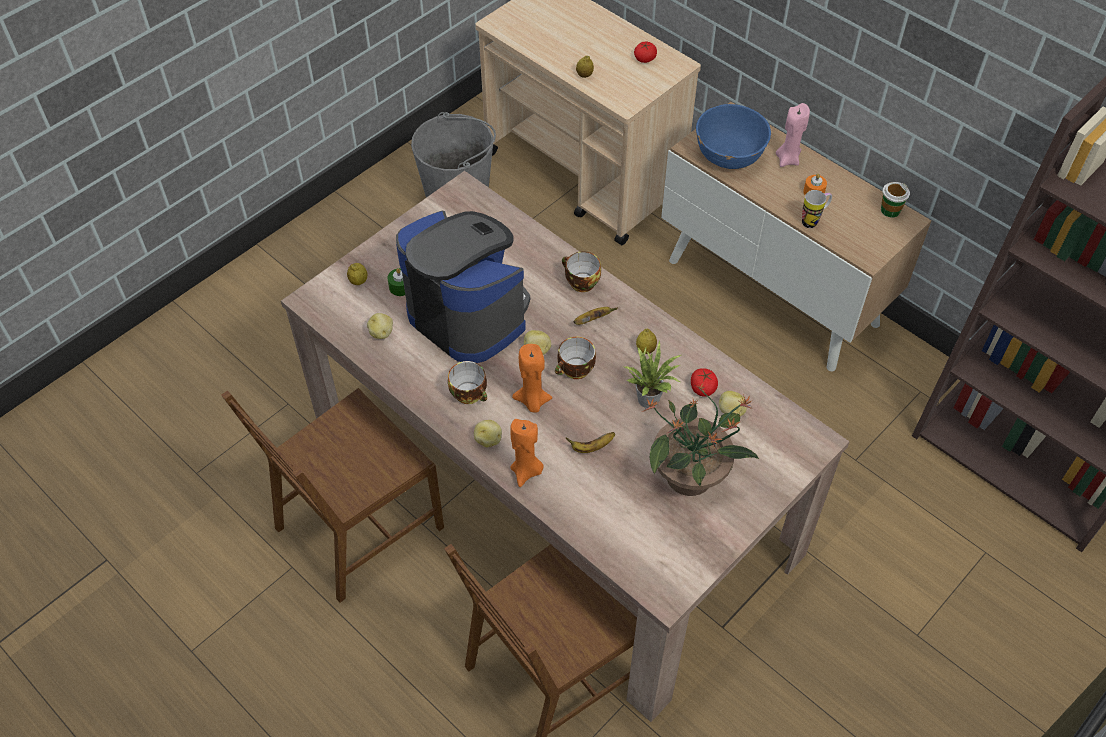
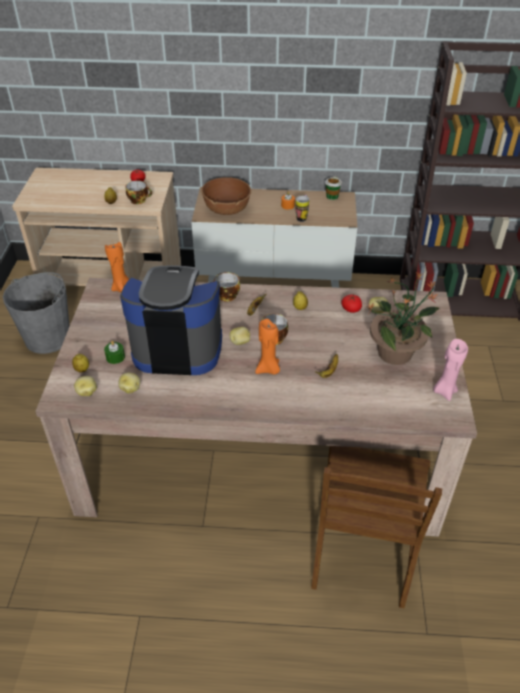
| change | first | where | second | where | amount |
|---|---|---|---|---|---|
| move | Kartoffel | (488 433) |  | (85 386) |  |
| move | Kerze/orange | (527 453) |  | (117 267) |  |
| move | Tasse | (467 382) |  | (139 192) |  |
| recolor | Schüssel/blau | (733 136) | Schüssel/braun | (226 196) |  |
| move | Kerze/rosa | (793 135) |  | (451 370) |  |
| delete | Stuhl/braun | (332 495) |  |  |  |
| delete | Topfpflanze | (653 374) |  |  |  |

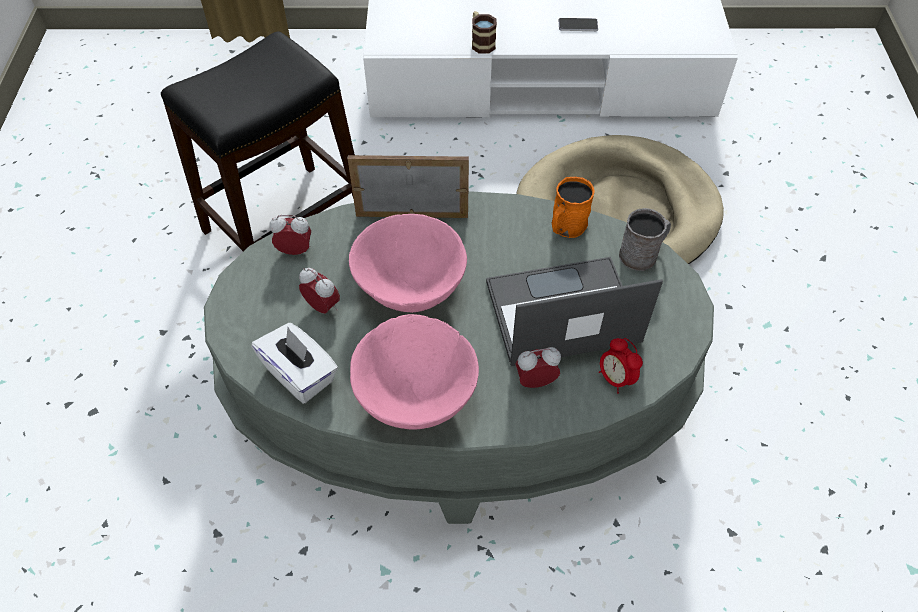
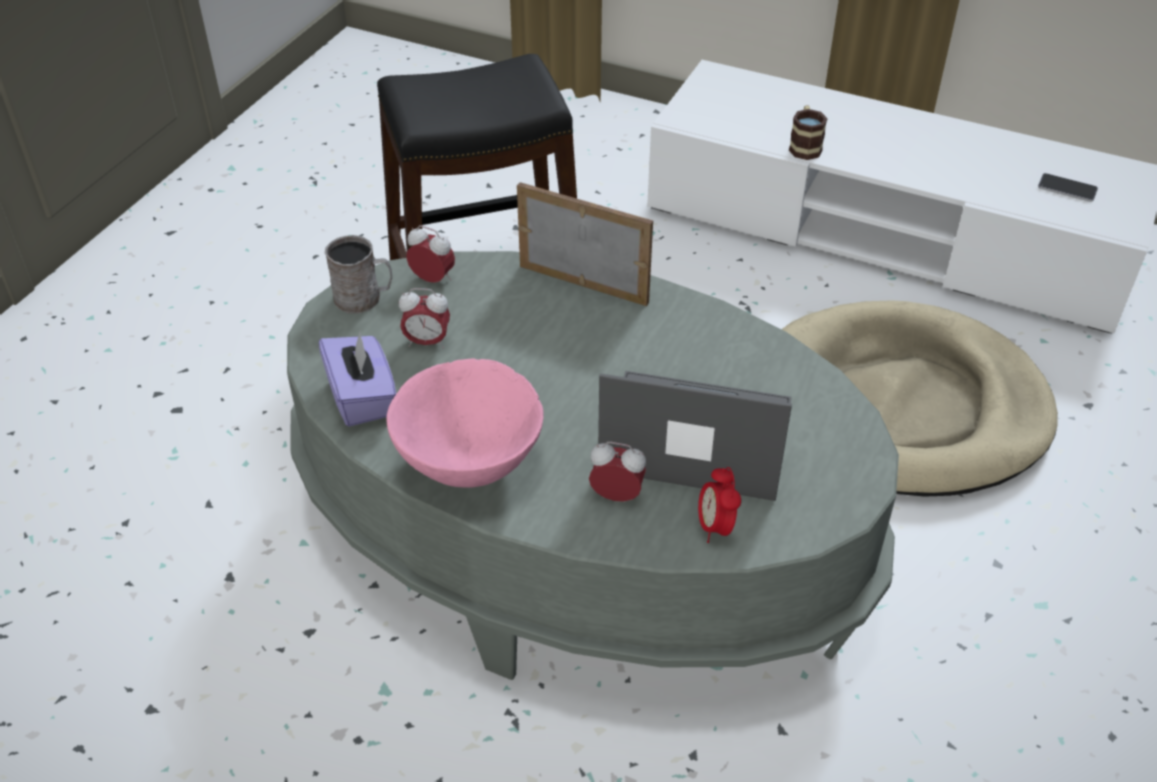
| change | first | where | second | where | amount |
|---|---|---|---|---|---|
| recolor | Taschentuchbox/weiß | (294 363) | Taschentuchbox/lila | (357 379) |  |
| move | Henkelbecher/grau | (645 239) |  | (358 274) |  |
| rotate | Wecker | (319 291) |  | (424 318) | 120 degrees clockwise |
| move | Handy | (578 24) |  | (1068 187) |  |
| delete | Schüssel/rosa | (408 263) |  |  |  |
| delete | Henkelbecher/orange | (573 207) |  |  |  |

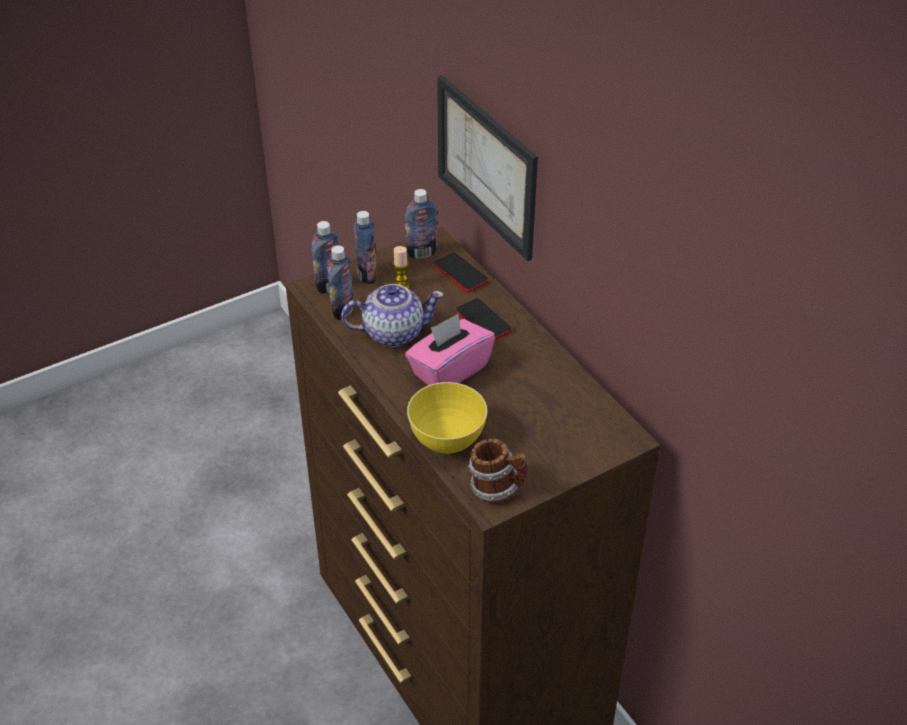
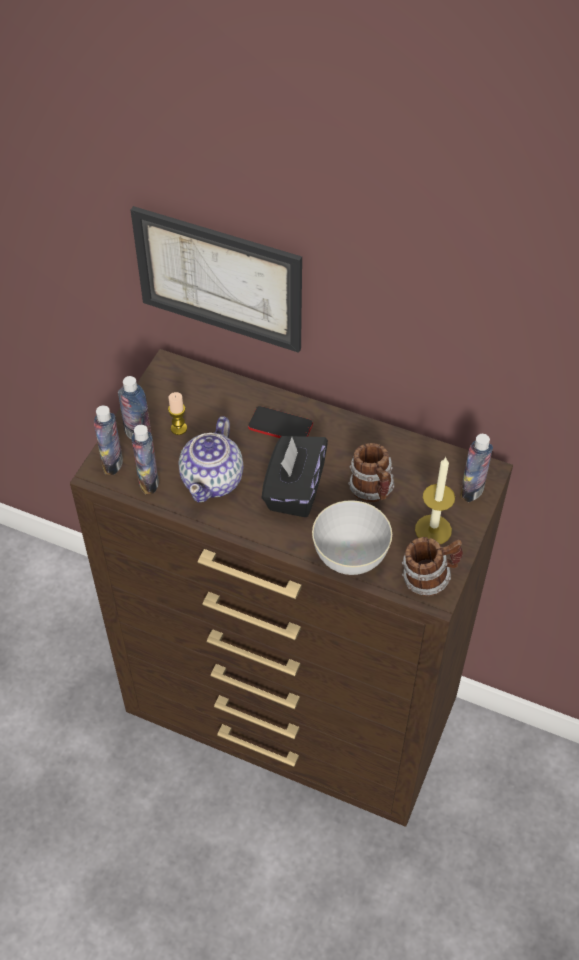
| change | first | where | second | where | amount |
|---|---|---|---|---|---|
| rotate | Teekanne | (392 315) |  | (211 459) | 150 degrees clockwise |
| recolor | Taschentuchbox/rosa | (450 349) | Taschentuchbox/schwarz | (295 476) |  |
| recolor | Schüssel/gelb | (447 418) | Schüssel/grau | (352 537) |  |
| insert |  |  | Henkelbecher | (371 472) |  |
| insert |  |  | Kerze | (435 500) |  |
| move | Flasche | (421 224) |  | (476 468) |  |
| delete | Handy | (461 272) |  |  |  |

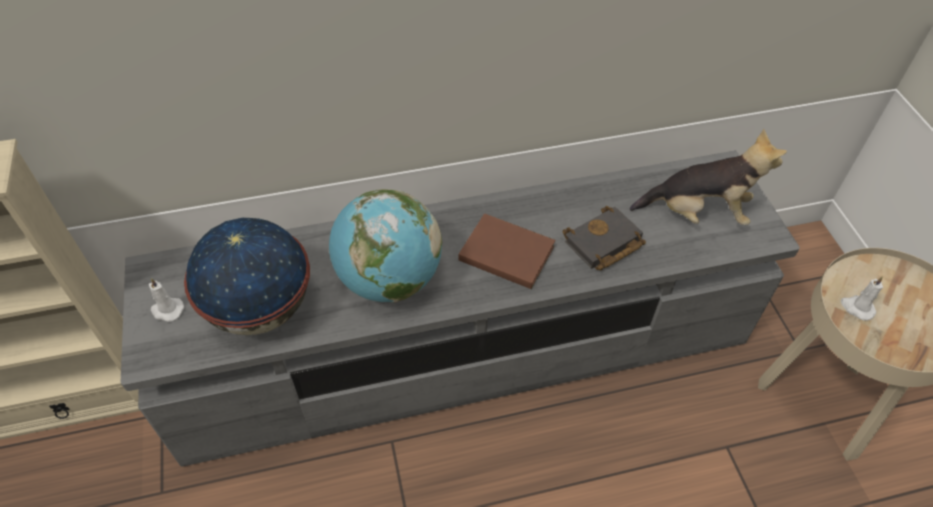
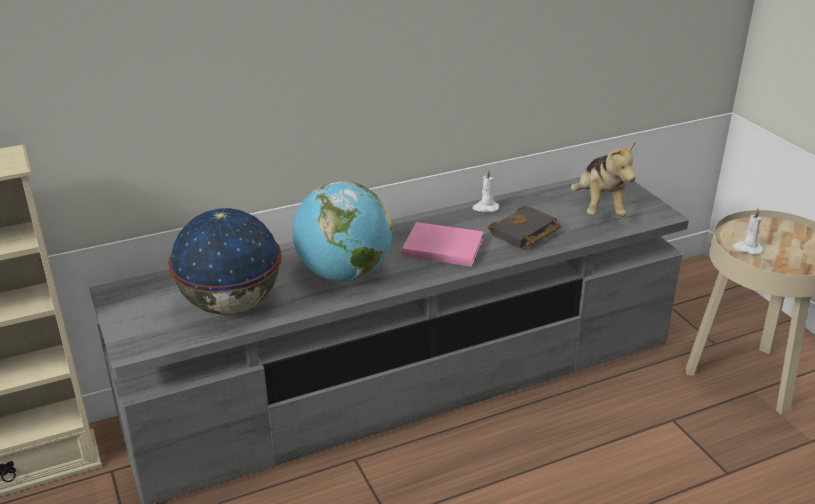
| change | first | where | second | where | amount |
|---|---|---|---|---|---|
| recolor | Buch/braun | (506 251) | Buch/rosa | (443 244) |  |
| move | Kerze/weiß | (166 300) |  | (485 190) |  |
| rotate | Plüschtier | (708 177) |  | (603 179) | 90 degrees clockwise |

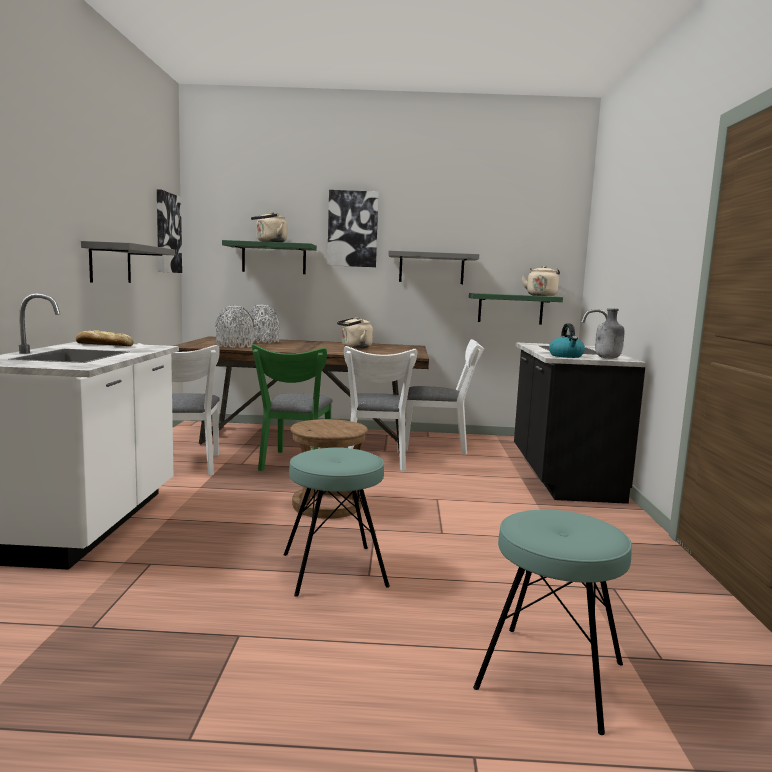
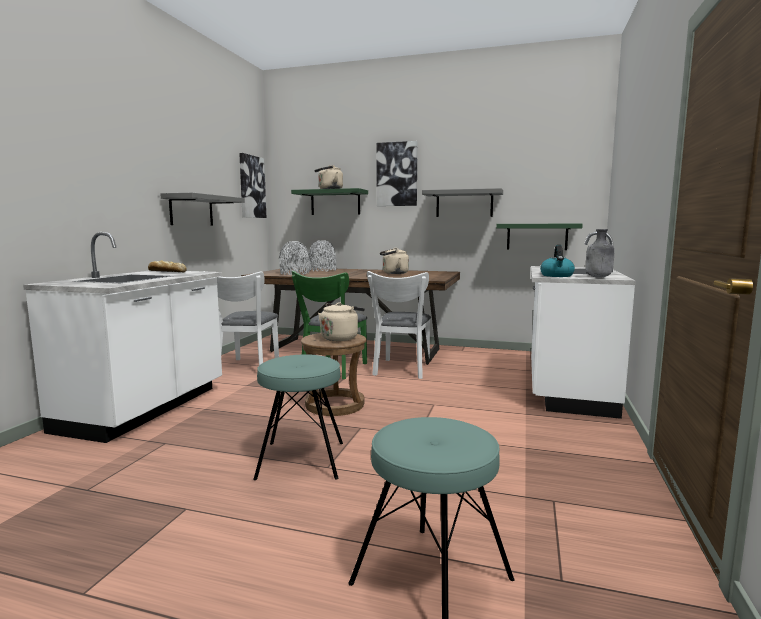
| change | first | where | second | where | amount |
|---|---|---|---|---|---|
| move | Wasserkessel/beige | (541 281) |  | (341 321) |  |
| recolor | Küchenzeile/schwarz | (580 406) | Küchenzeile/weiß | (583 325) |  |
| delete | Stuhl/weiß | (444 396) |  |  |  |

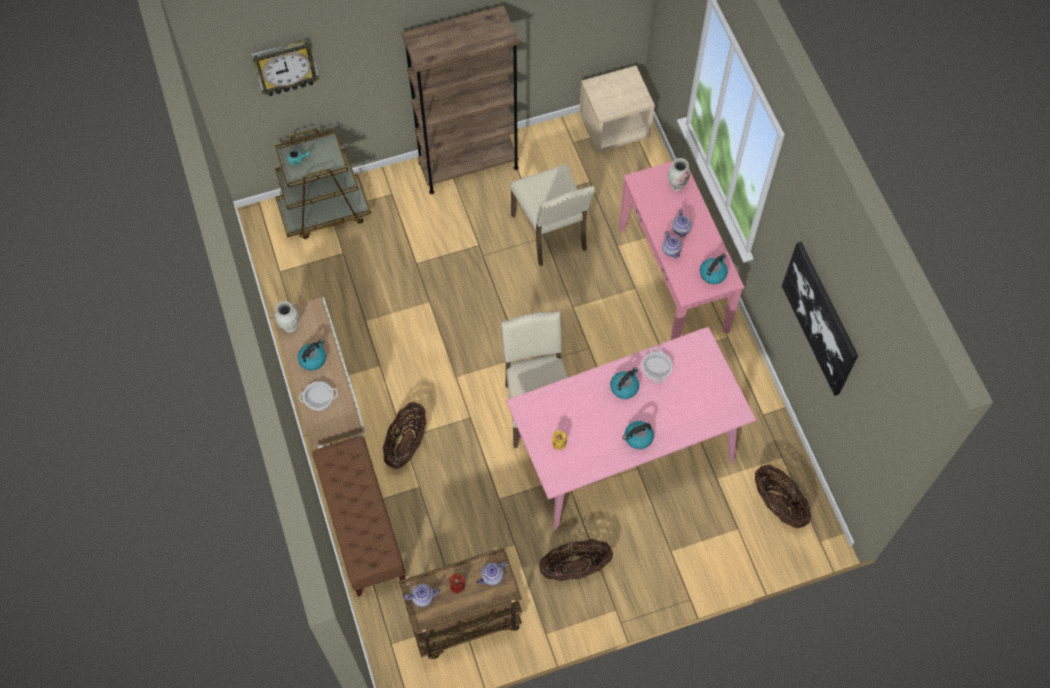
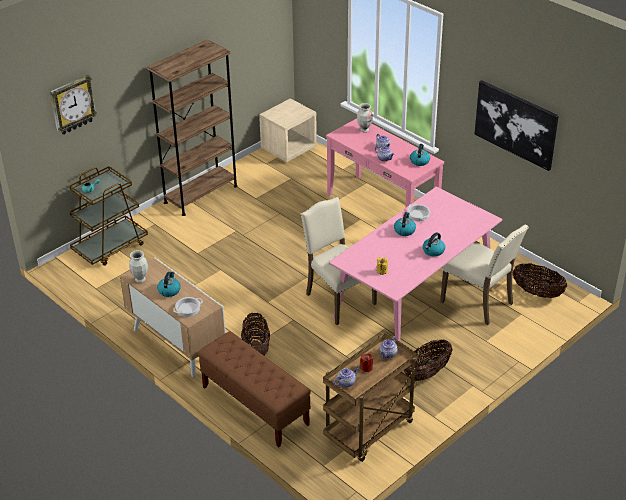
| change | first | where | second | where | amount |
|---|---|---|---|---|---|
| move | Stuhl/beige | (552 215) |  | (484 274) |  |

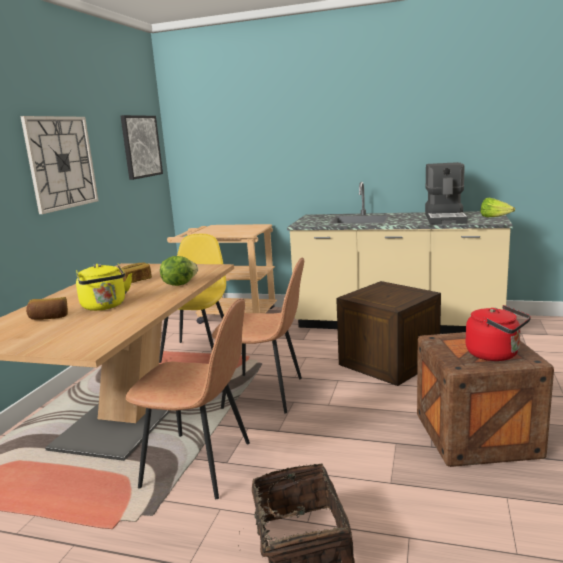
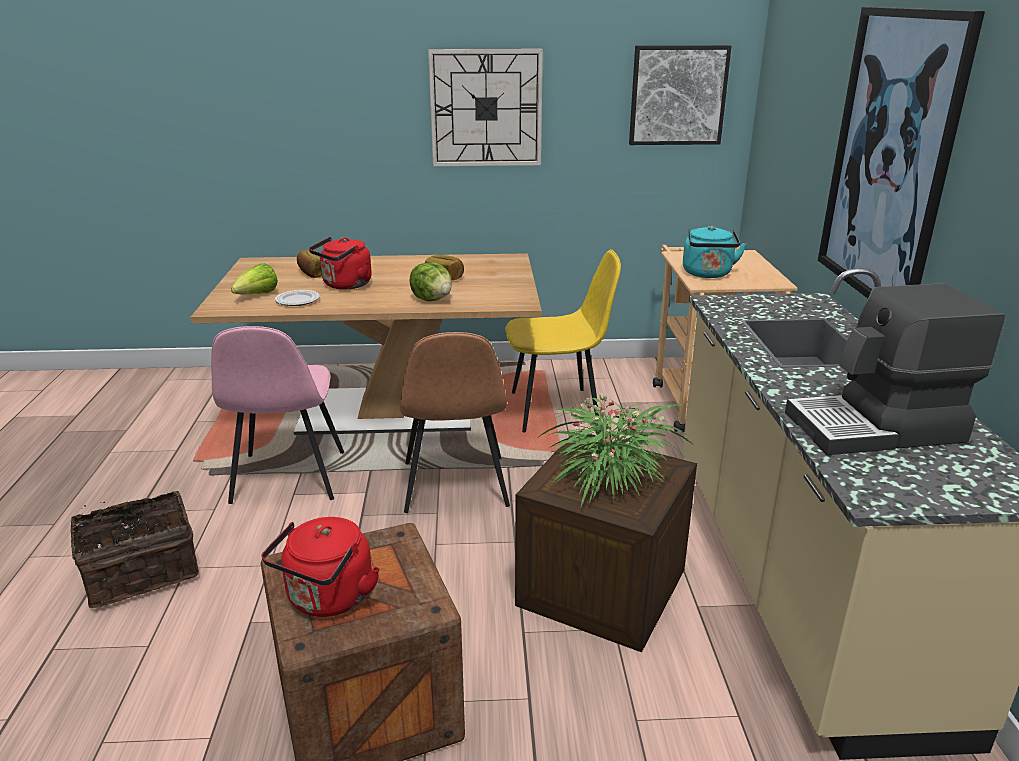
| change | first | where | second | where | amount |
|---|---|---|---|---|---|
| recolor | Stuhl/braun | (188 398) | Stuhl/rosa | (277 415) |  |
| move | Salatkopf | (498 207) |  | (254 279) |  |
| insert |  |  | Teller | (297 298) |  |
| recolor | Wasserkessel/gelb | (104 287) | Wasserkessel/rot | (340 263) |  |
| insert |  |  | Topfpflanze | (616 449) |  |
| insert |  |  | Wasserkessel/türkis | (715 252) |  |
| insert |  |  | Bild | (901 152) |  |

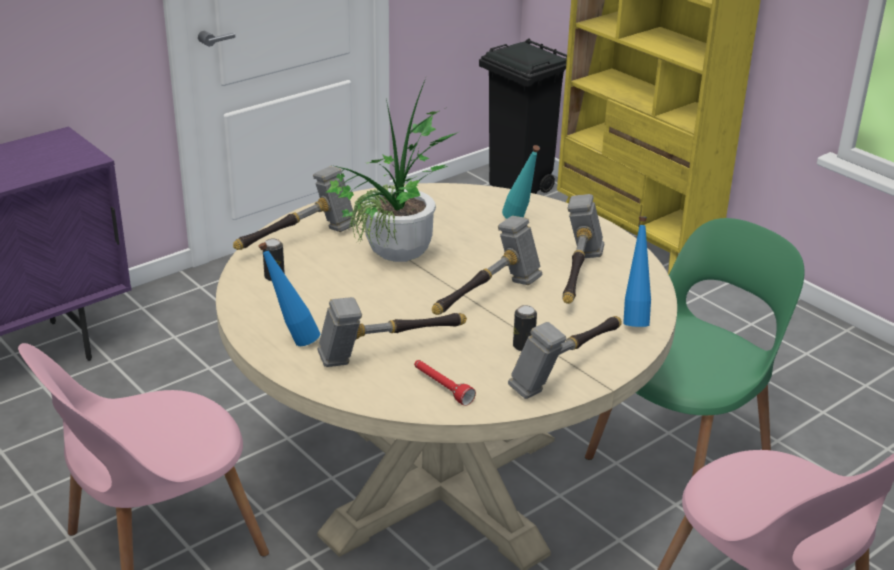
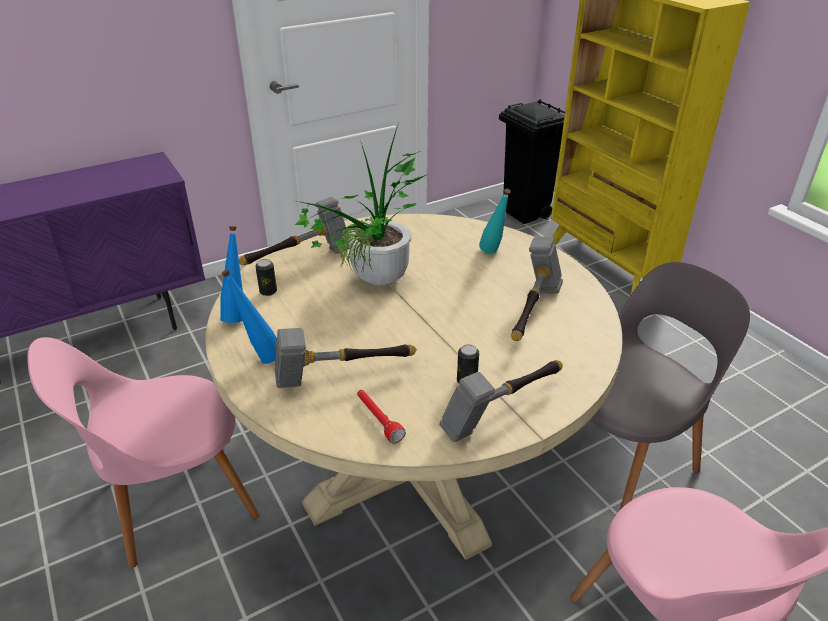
| change | first | where | second | where | amount |
|---|---|---|---|---|---|
| move | Flasche/blau | (637 271) |  | (231 274) |  |
| recolor | Stuhl/grün | (695 347) | Stuhl/grau | (645 386) |  |
| delete | Hammer | (487 265) |  |  |  |

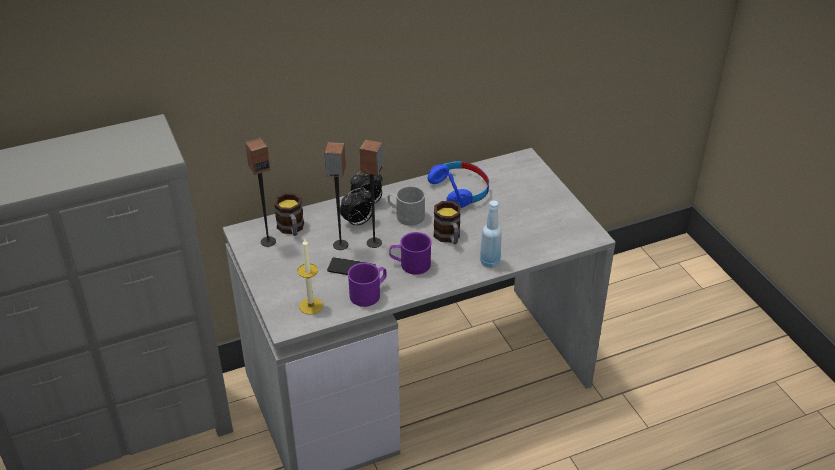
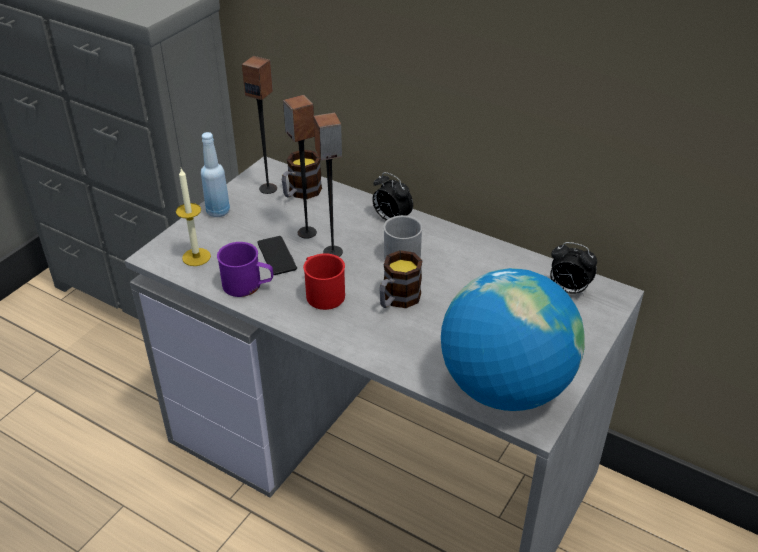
| change | first | where | second | where | amount |
|---|---|---|---|---|---|
| move | Flasche/blau | (491 234) |  | (215 174) |  |
| recolor | Henkelbecher/lila | (411 253) | Henkelbecher/rot | (324 281) |  |
| insert |  |  | Globus | (513 339) |  |
| move | Wecker | (356 207) |  | (573 269) |  |
| delete | Kopfhörer/blau | (458 184) |  |  |  |

